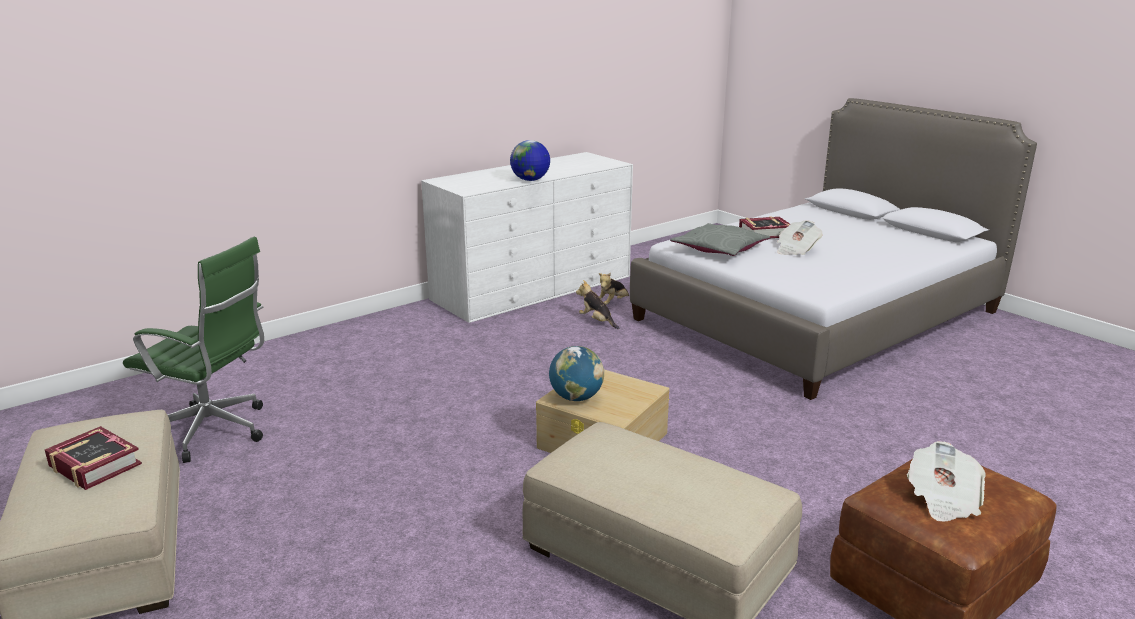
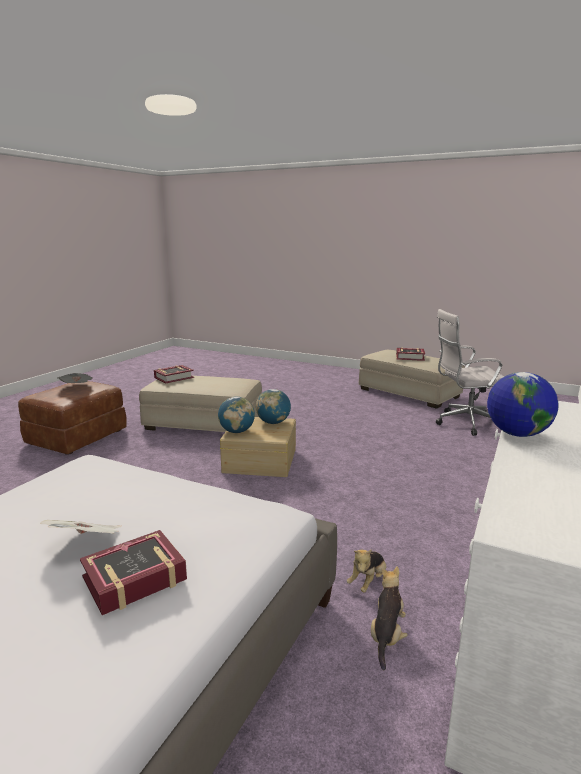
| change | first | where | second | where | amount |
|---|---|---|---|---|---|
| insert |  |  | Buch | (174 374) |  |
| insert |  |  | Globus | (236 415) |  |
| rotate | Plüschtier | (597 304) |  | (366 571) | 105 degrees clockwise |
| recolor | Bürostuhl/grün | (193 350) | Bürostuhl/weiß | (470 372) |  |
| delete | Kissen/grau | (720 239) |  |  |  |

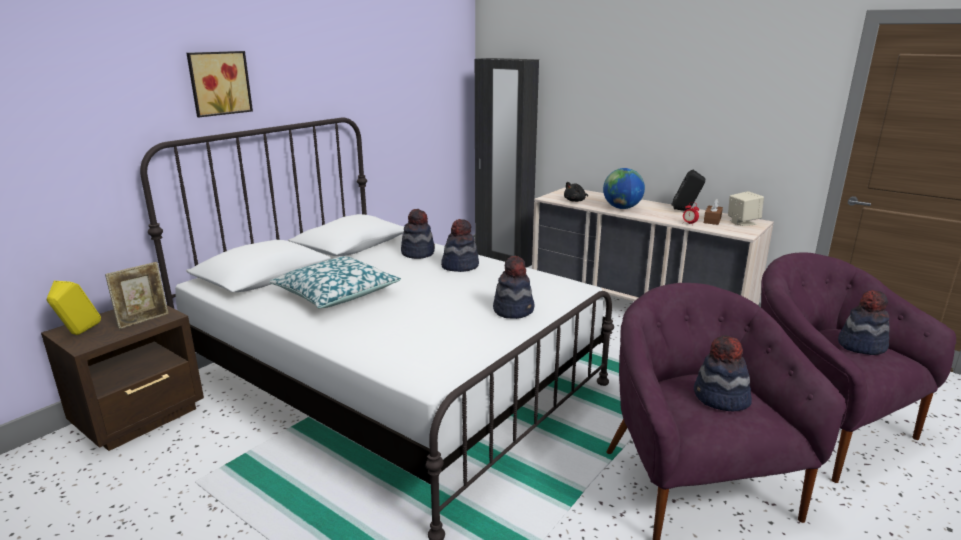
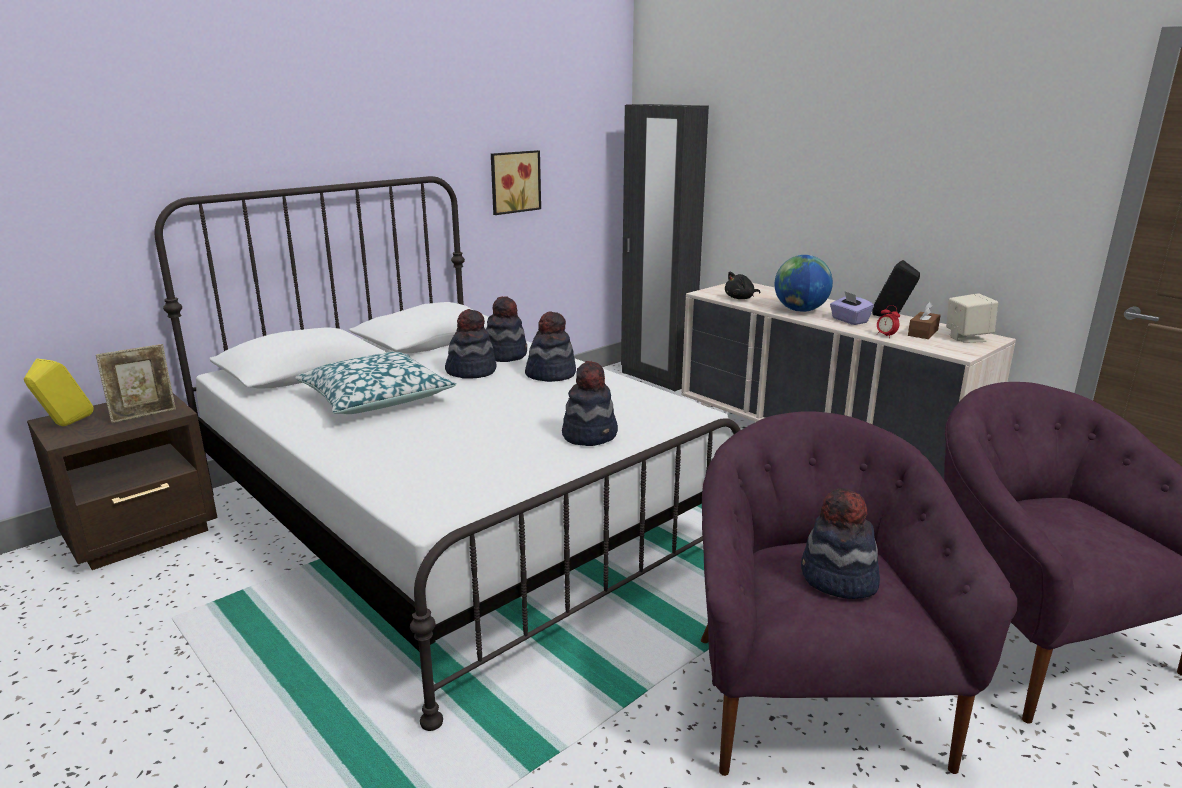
| change | first | where | second | where | amount |
|---|---|---|---|---|---|
| move | Hut | (864 322) |  | (471 344) |  |
| move | Bild | (220 84) |  | (516 182) |  |
| insert |  |  | Taschentuchbox/lila | (852 308) |  |

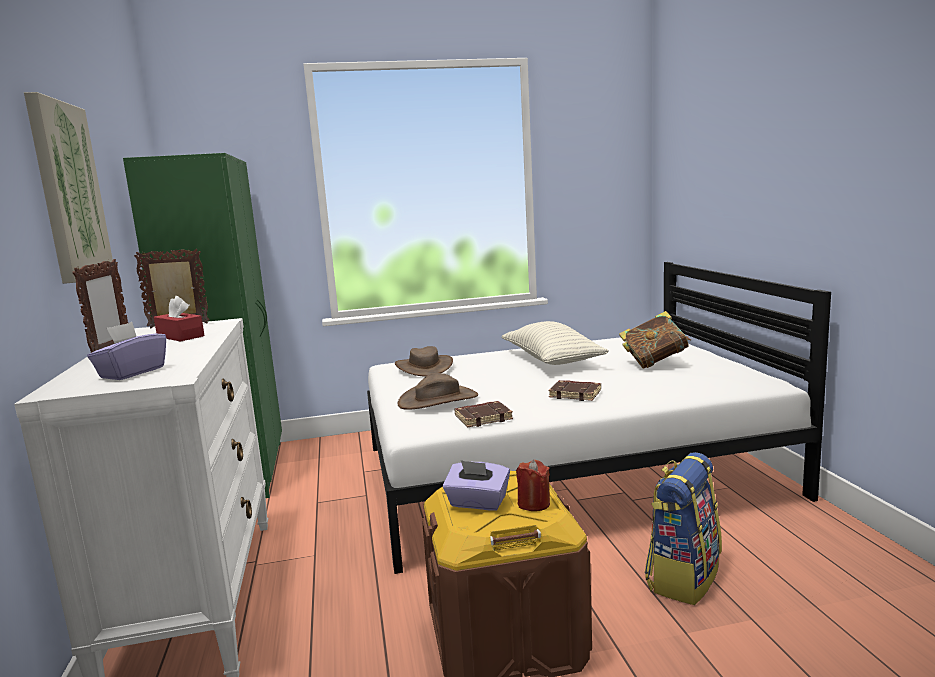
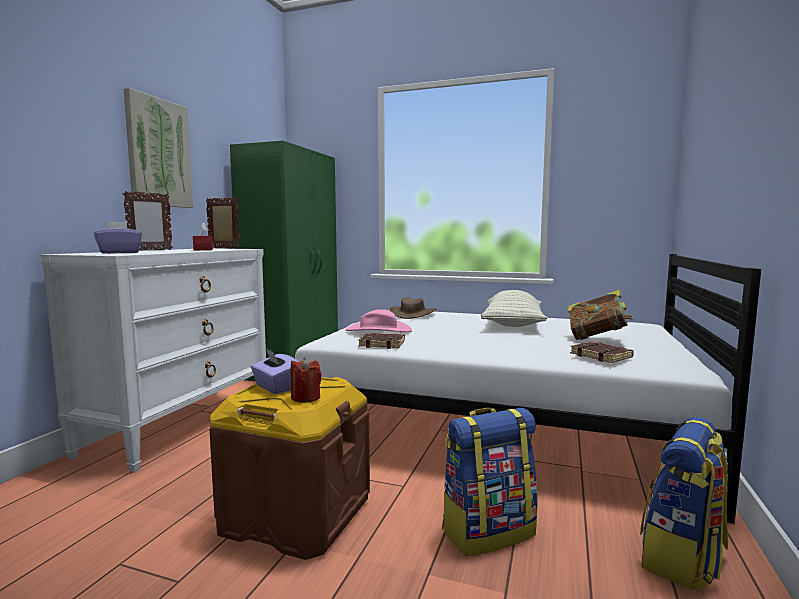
| change | first | where | second | where | amount |
|---|---|---|---|---|---|
| recolor | Hut/braun | (438 391) | Hut/rosa | (378 320) |  |
| move | Buch/braun | (575 390) |  | (602 352) |  |
| insert |  |  | Rucksack | (684 504) |  |

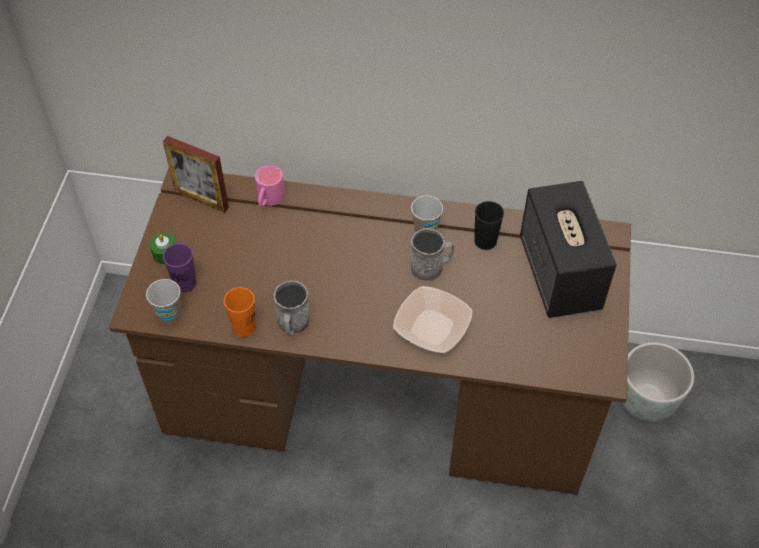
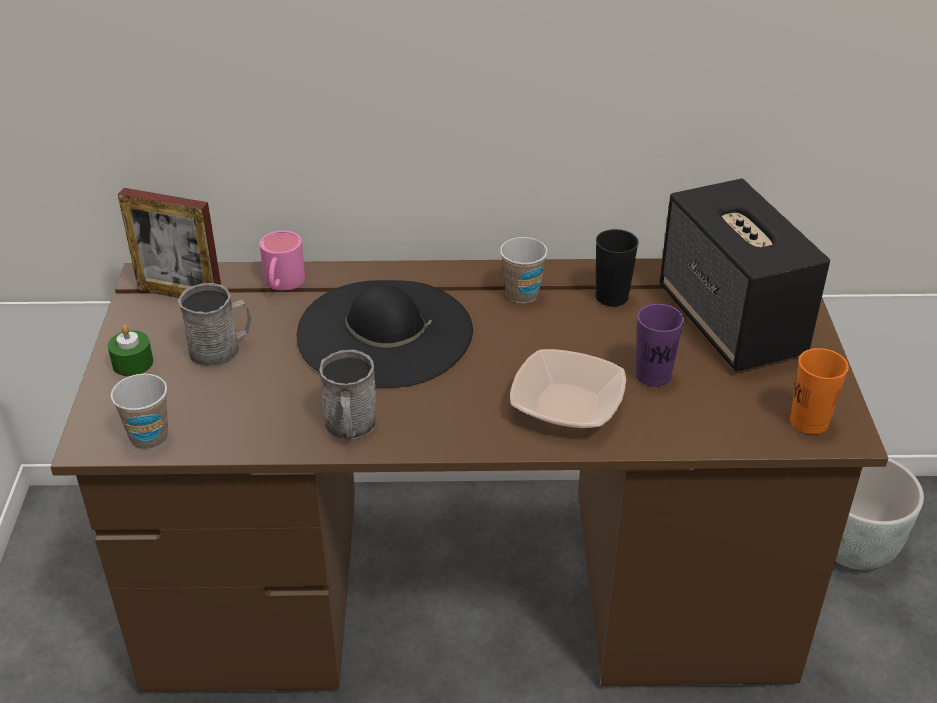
| change | first | where | second | where | amount |
|---|---|---|---|---|---|
| move | Henkelbecher/grau | (432 254) |  | (214 325) |  |
| insert |  |  | Hut/schwarz | (385 334) |  |
| move | Tasse/lila | (180 268) |  | (659 345) |  |
| move | Tasse/orange | (240 312) |  | (819 391) |  |

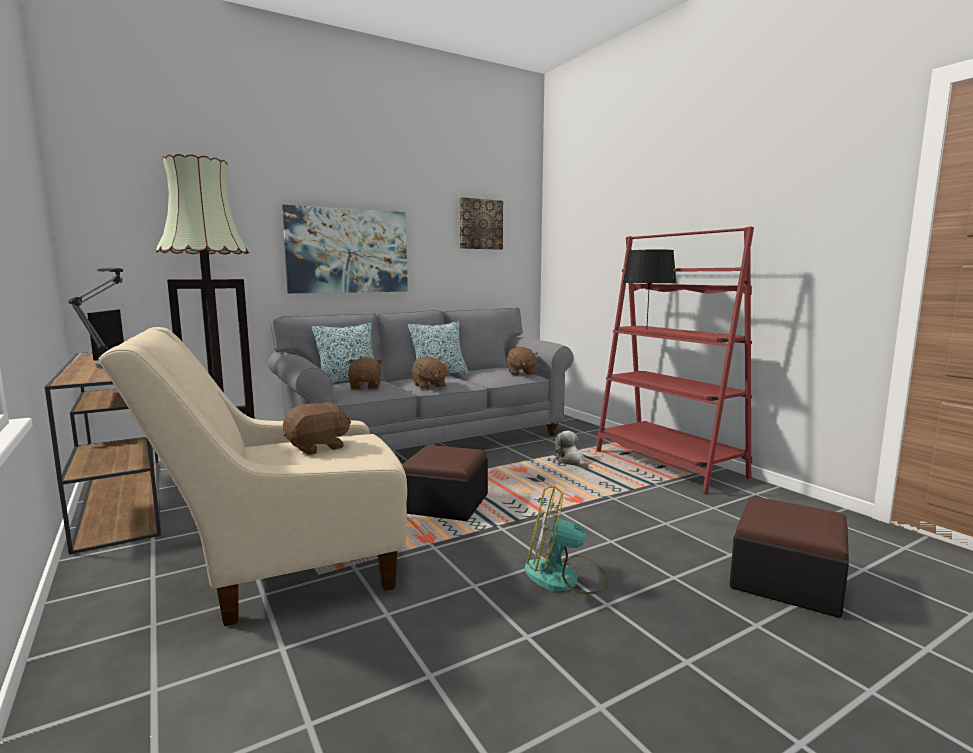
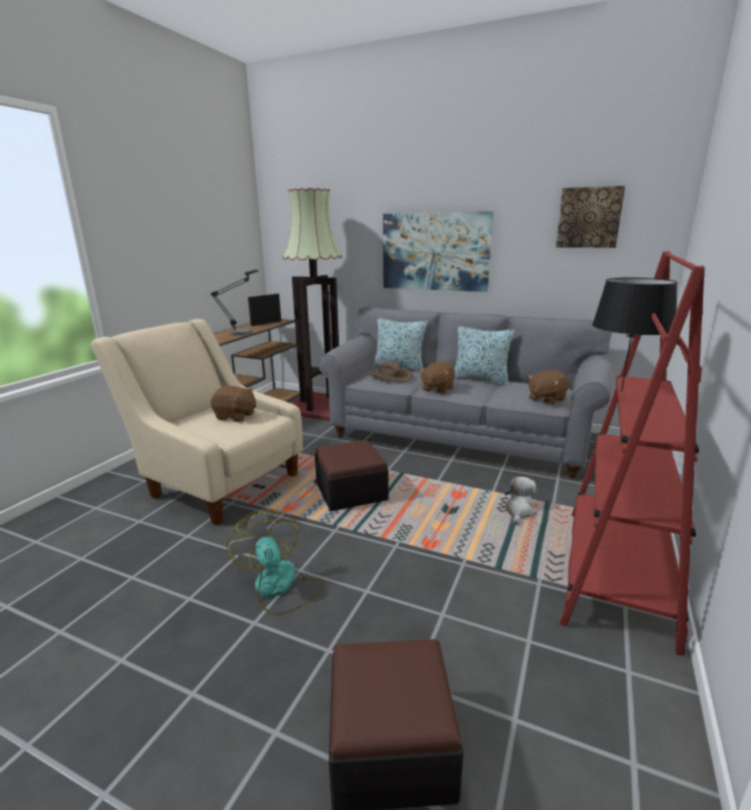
| change | first | where | second | where | amount |
|---|---|---|---|---|---|
| replace | Plüschtier/braun | (365 373) | Hut/braun | (390 371) |  |

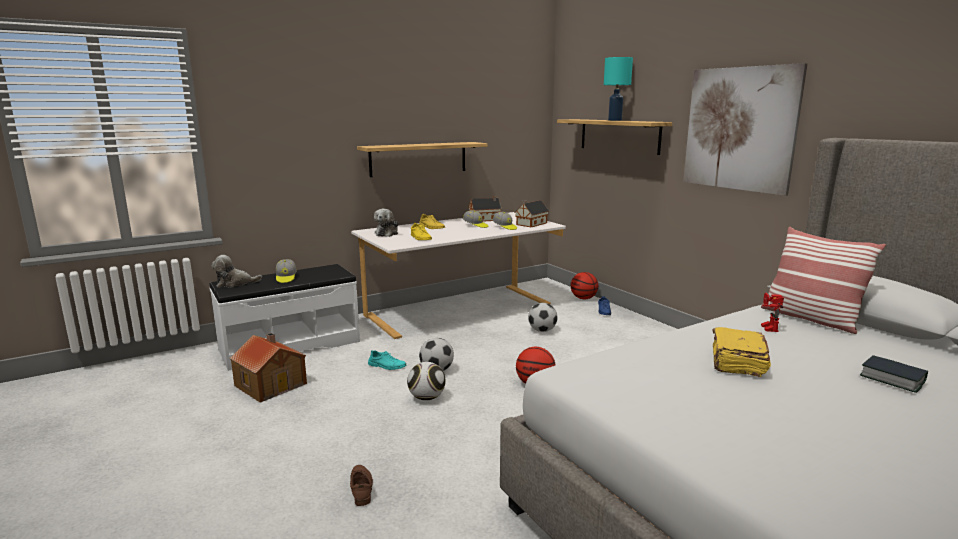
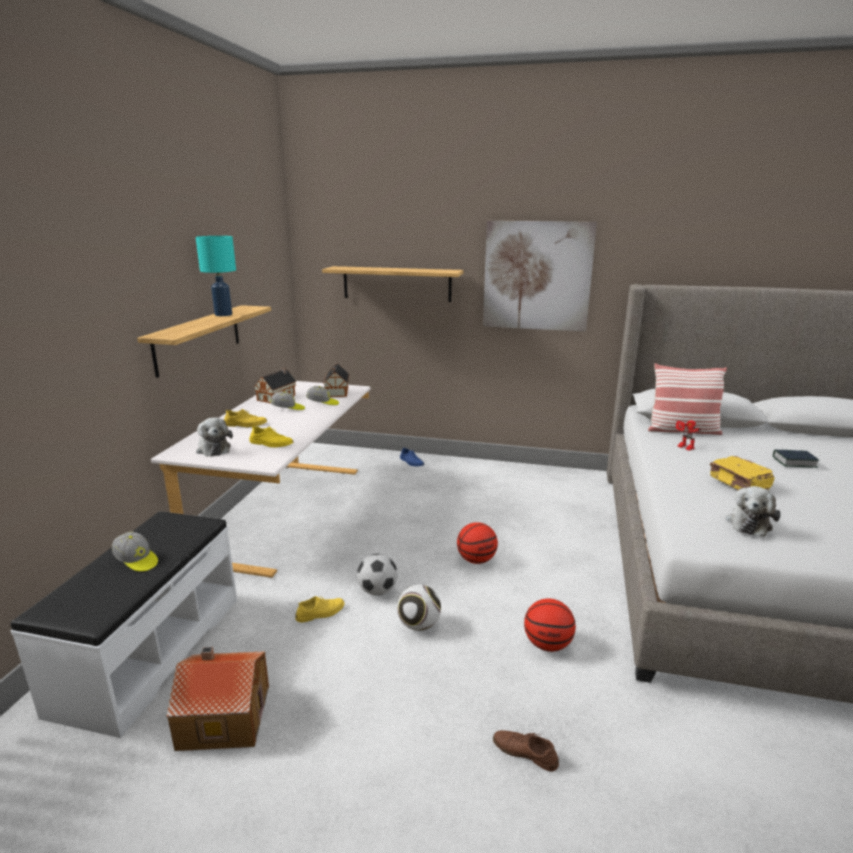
| change | first | where | second | where | amount |
|---|---|---|---|---|---|
| move | Tischlampe/türkis | (618 89) |  | (216 276) |  |
| recolor | Schuh/türkis | (387 360) | Schuh/gelb | (320 609) |  |
| move | Basketball | (584 285) |  | (550 625) |  |
| move | Plüschtier | (236 271) |  | (753 511) |  |
| delete | Fußball | (543 317) |  |  |  |

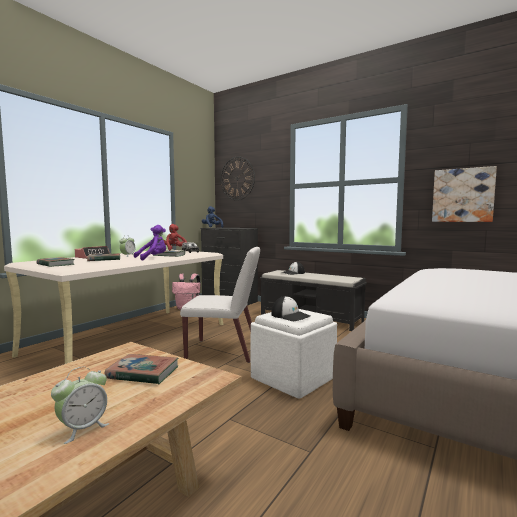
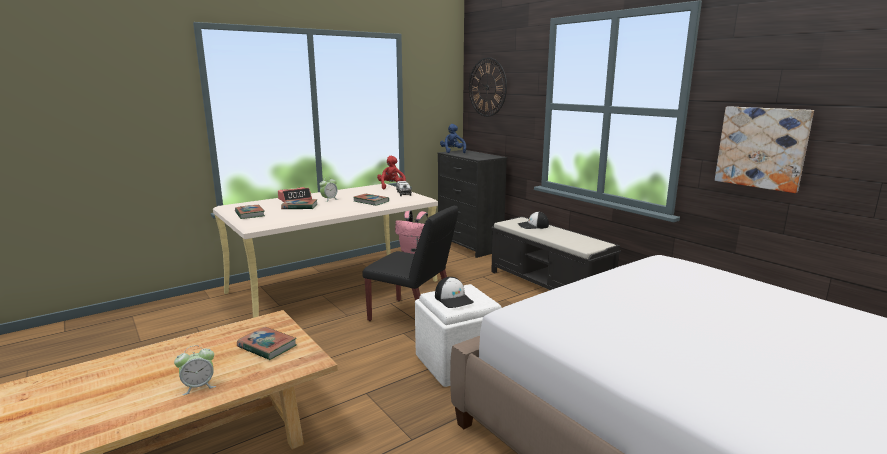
| change | first | where | second | where | amount |
|---|---|---|---|---|---|
| recolor | Stuhl/weiß | (220 305) | Stuhl/schwarz | (410 263) |  |
| delete | Plüschtier/lila | (150 243) |  |  |  |

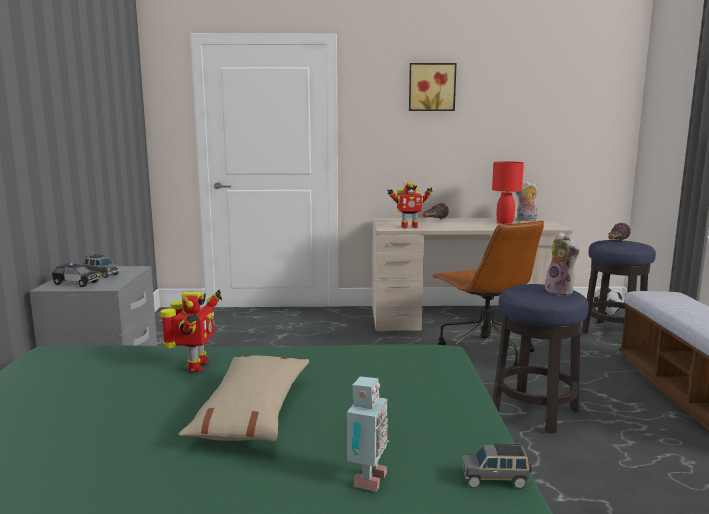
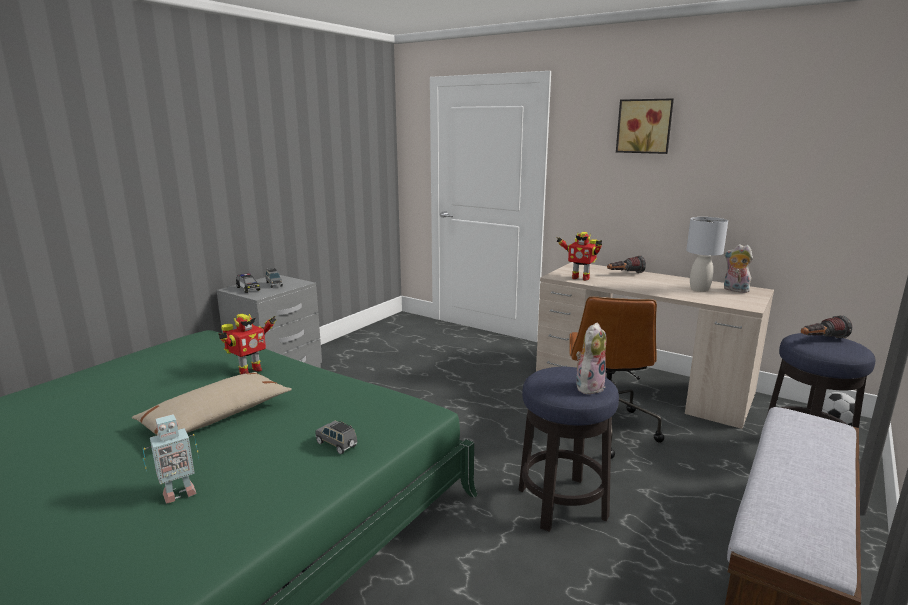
| change | first | where | second | where | amount |
|---|---|---|---|---|---|
| move | Spielzeugauto/grau | (497 466) |  | (336 437) |  |
| rotate | Plüschtier | (561 264) |  | (591 358) | 150 degrees counterclockwise |
| recolor | Tischlampe/rot | (508 192) | Tischlampe/grau | (707 254) |  |

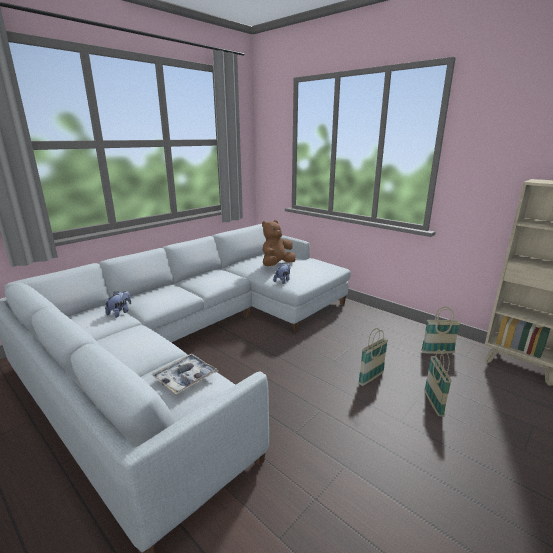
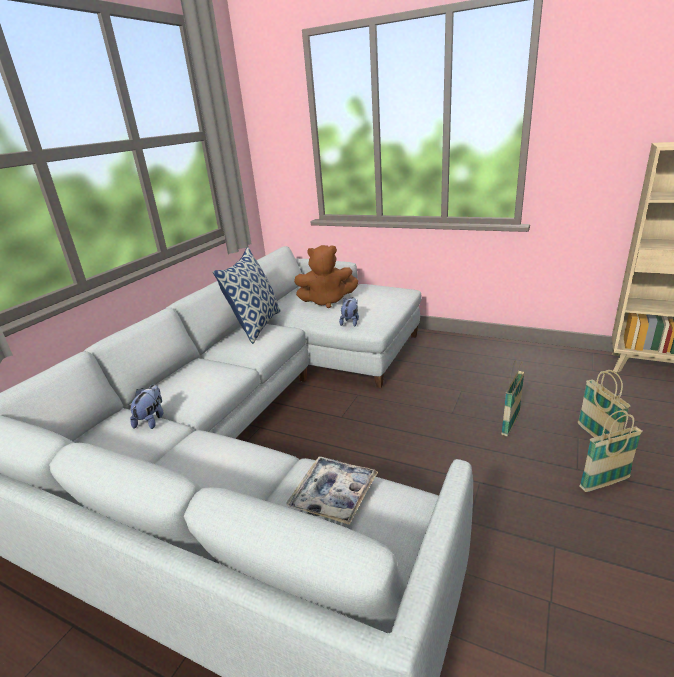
| change | first | where | second | where | amount |
|---|---|---|---|---|---|
| insert |  |  | Kissen | (247 295) |  |
| rotate | Plüschtier/braun | (279 243) |  | (326 276) | 120 degrees counterclockwise |
| move | Korb | (441 330) |  | (610 451) |  |

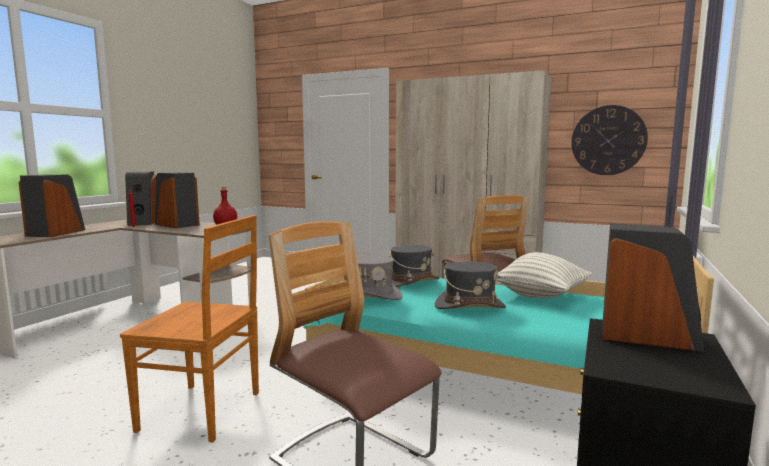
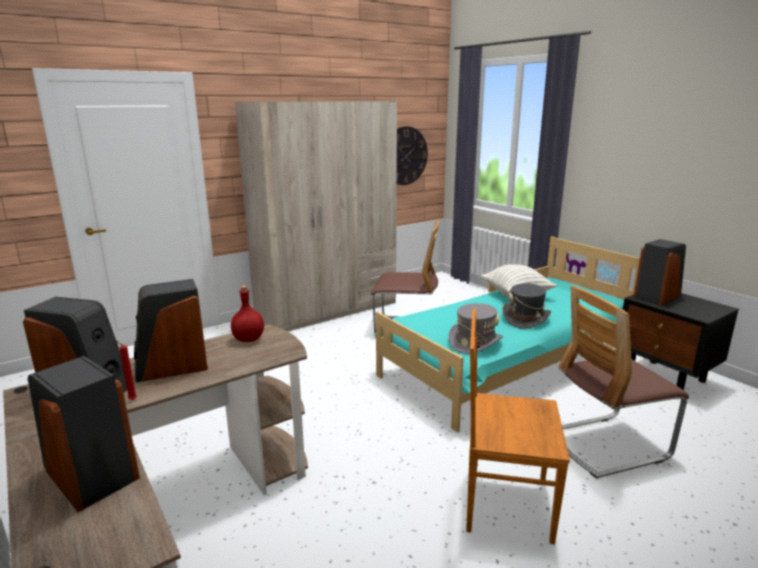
| change | first | where | second | where | amount |
|---|---|---|---|---|---|
| rotate | Stuhl/braun | (189 329) |  | (518 427) | 120 degrees counterclockwise |
| delete | Hut/grau | (414 266) |  |  |  |

